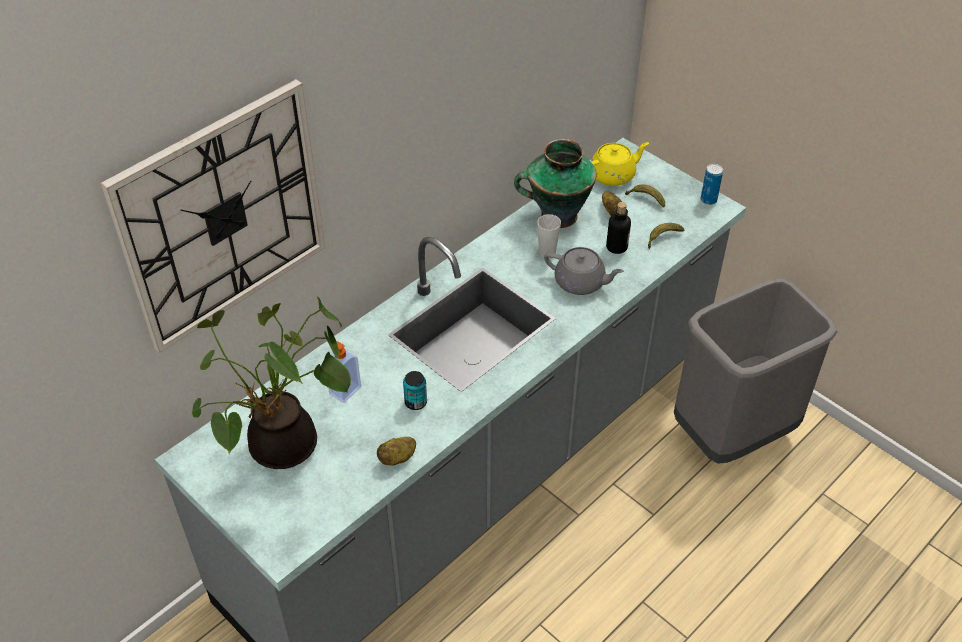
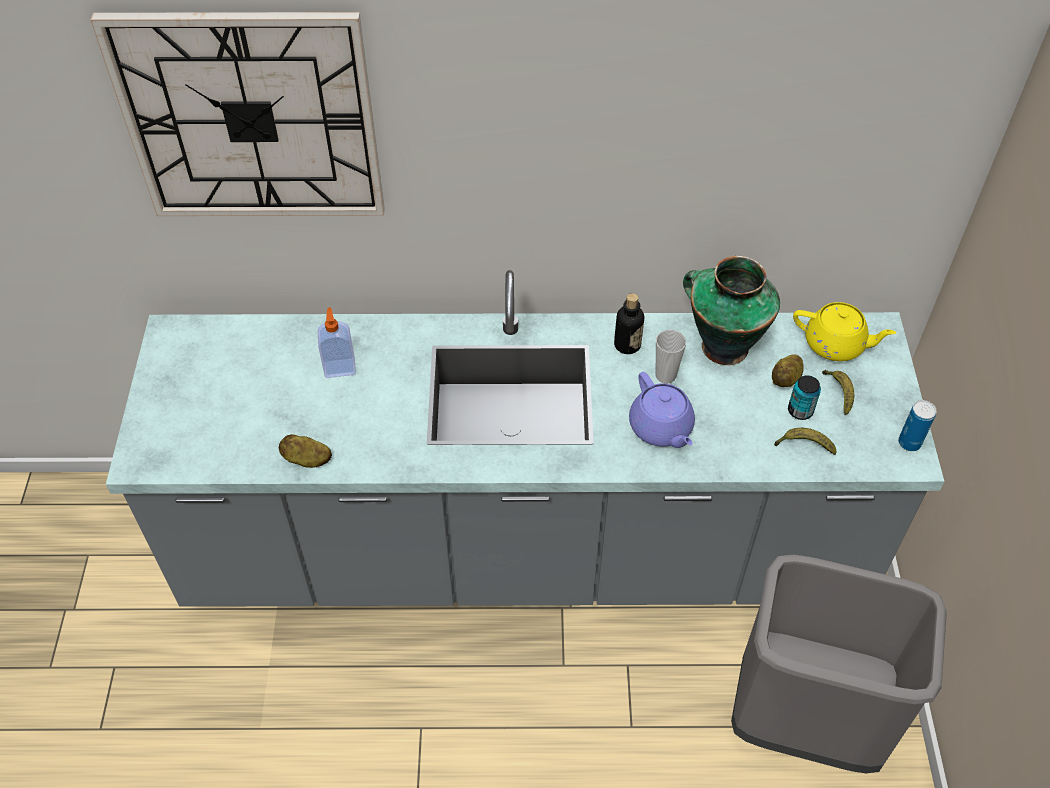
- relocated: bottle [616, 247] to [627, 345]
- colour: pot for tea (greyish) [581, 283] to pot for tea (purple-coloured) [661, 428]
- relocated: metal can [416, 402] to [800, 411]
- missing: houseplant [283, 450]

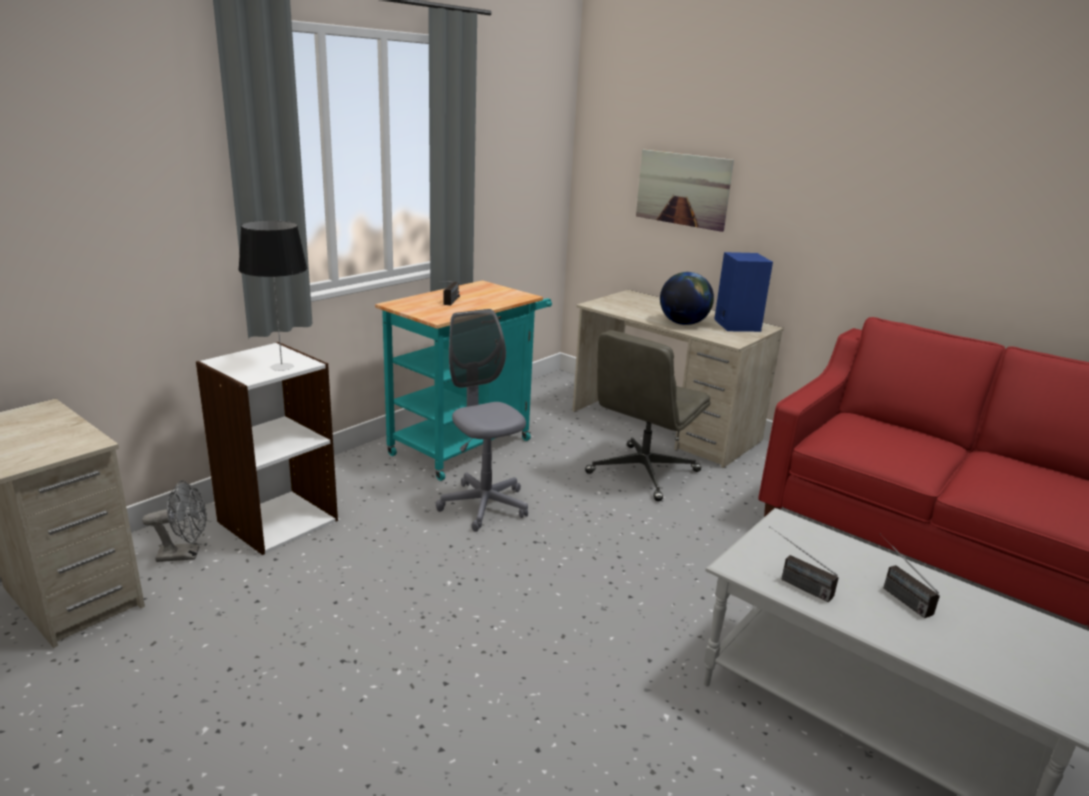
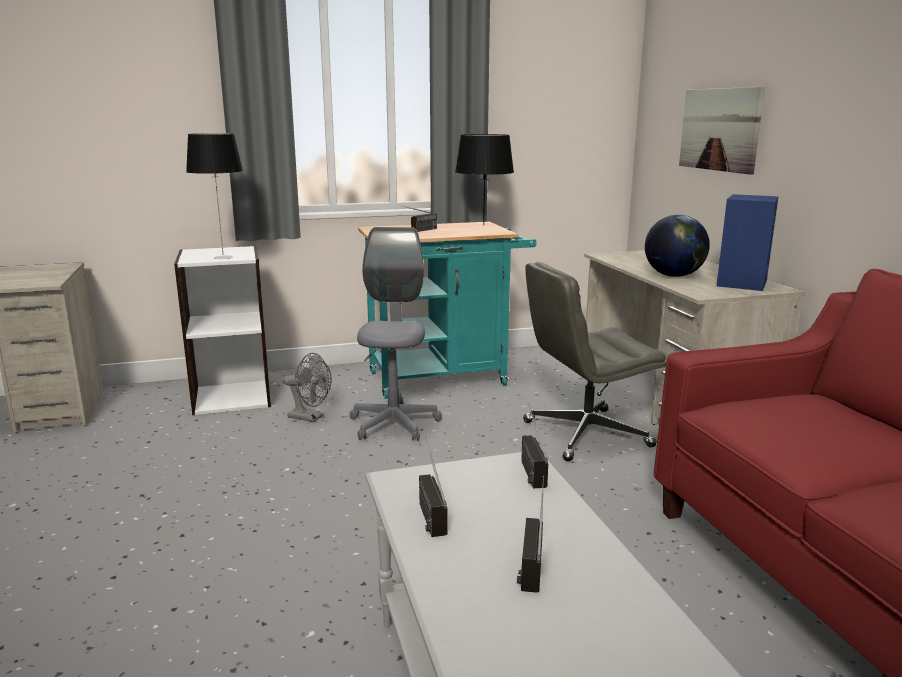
- relocated: cooling fan (greyish) [185, 554] to [310, 417]
- appeared: lamp for a table (black-coloured) [483, 225]
- appeared: radio receiver [528, 466]

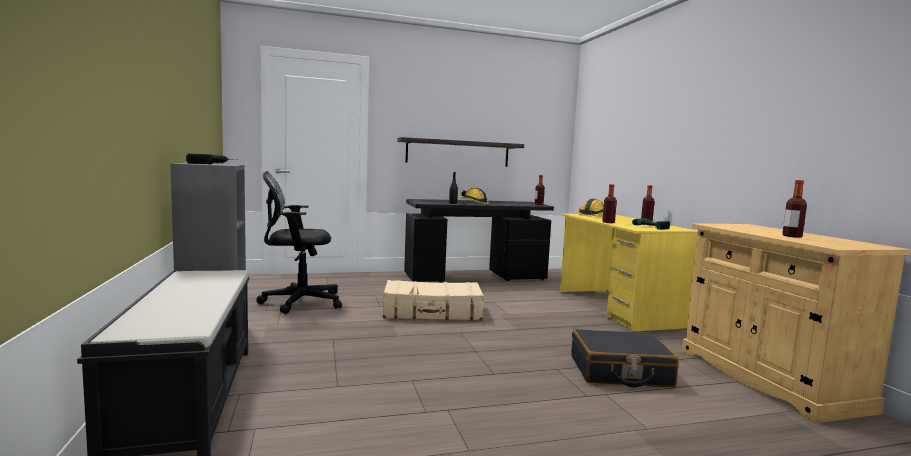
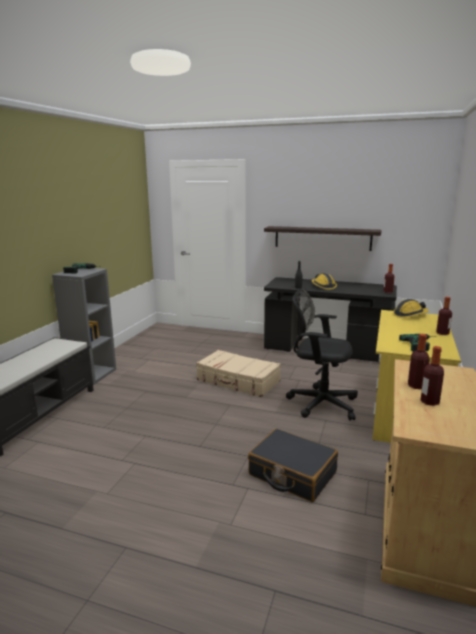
- relocated: desk chair (black-coloured) [298, 302] to [319, 403]
- relocated: bottle [608, 222] to [416, 386]

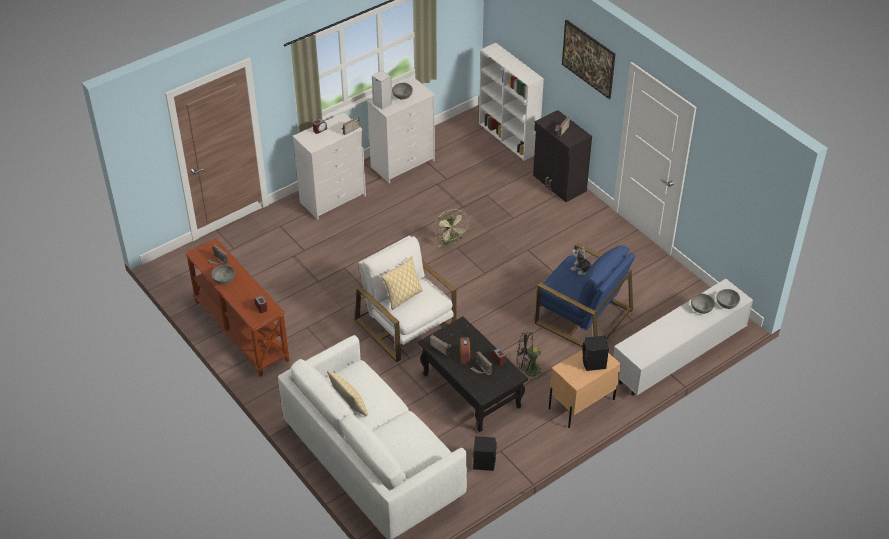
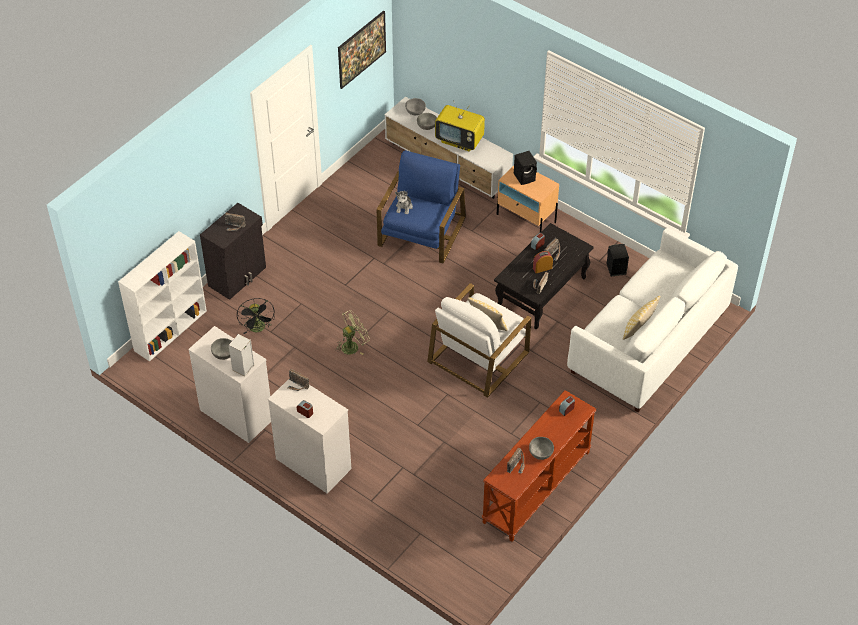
- relocated: cooling fan (black-coloured) [528, 370] to [258, 329]
- relocated: wall art [587, 70] to [362, 59]
- appeared: TV [460, 141]

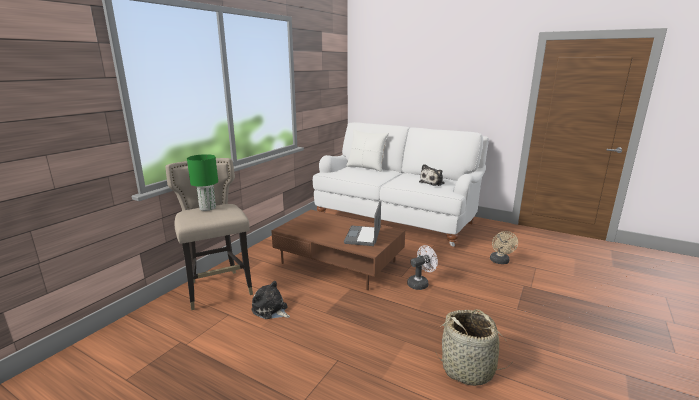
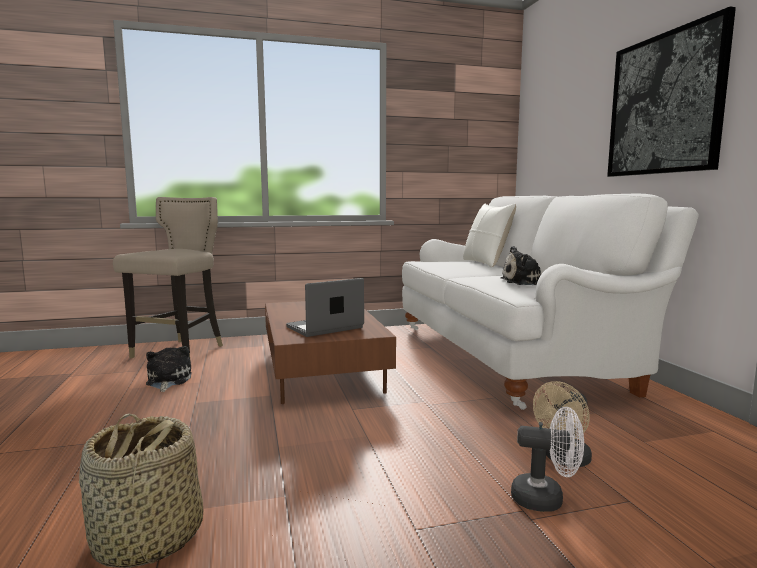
- relocated: cooling fan (white) [420, 283] to [546, 499]
- appeared: wall art [664, 104]
- missing: lamp for a table (greenish) [208, 208]

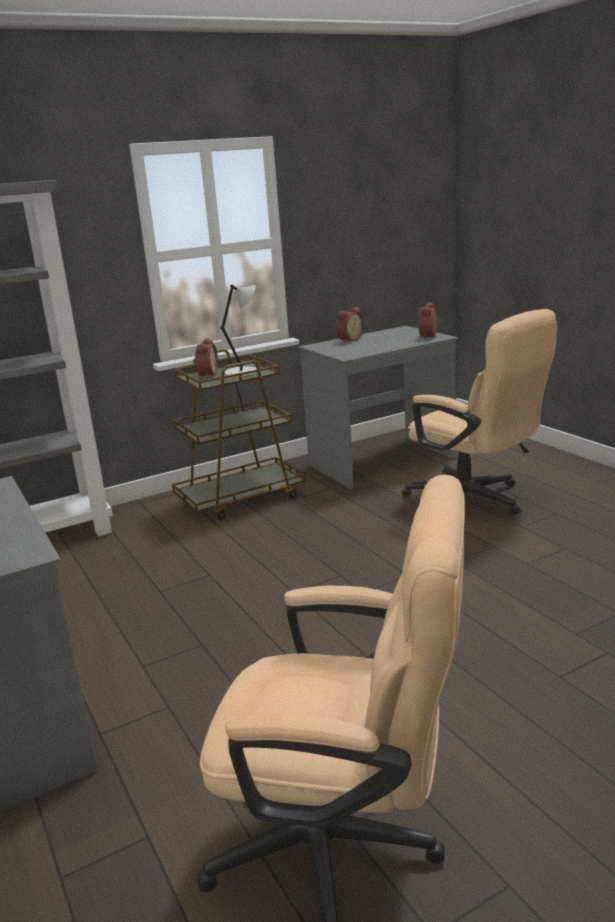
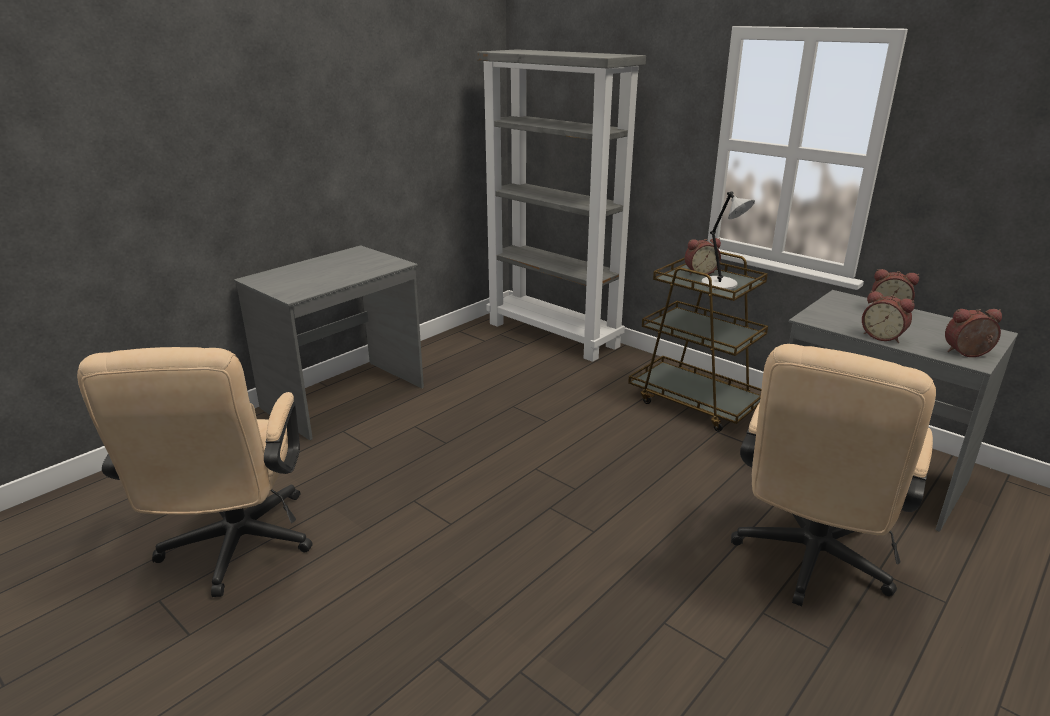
- appeared: bedside clock [882, 336]

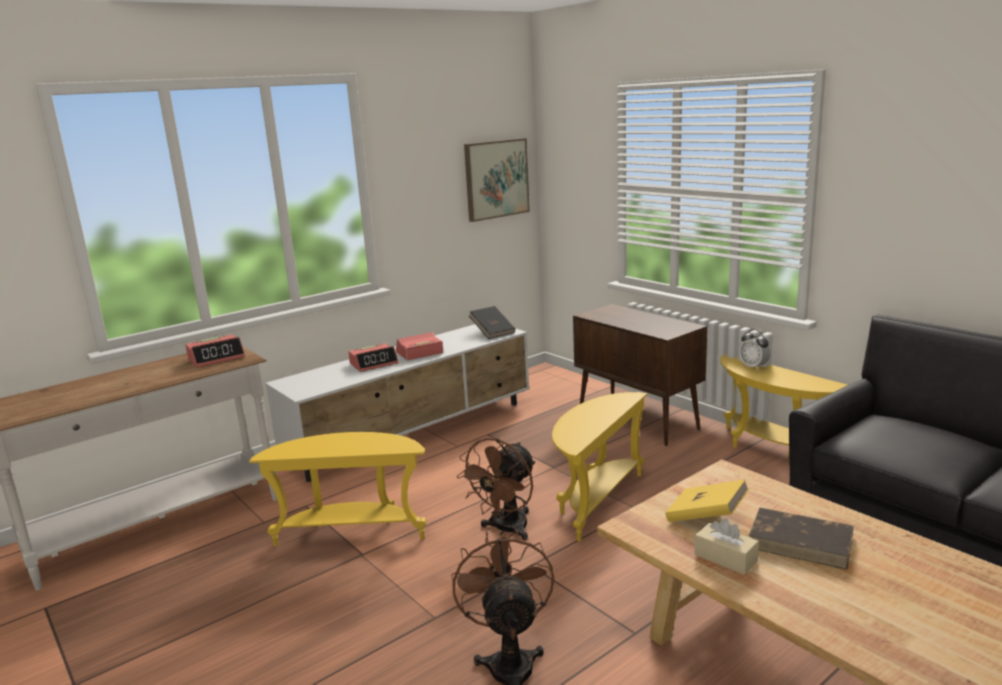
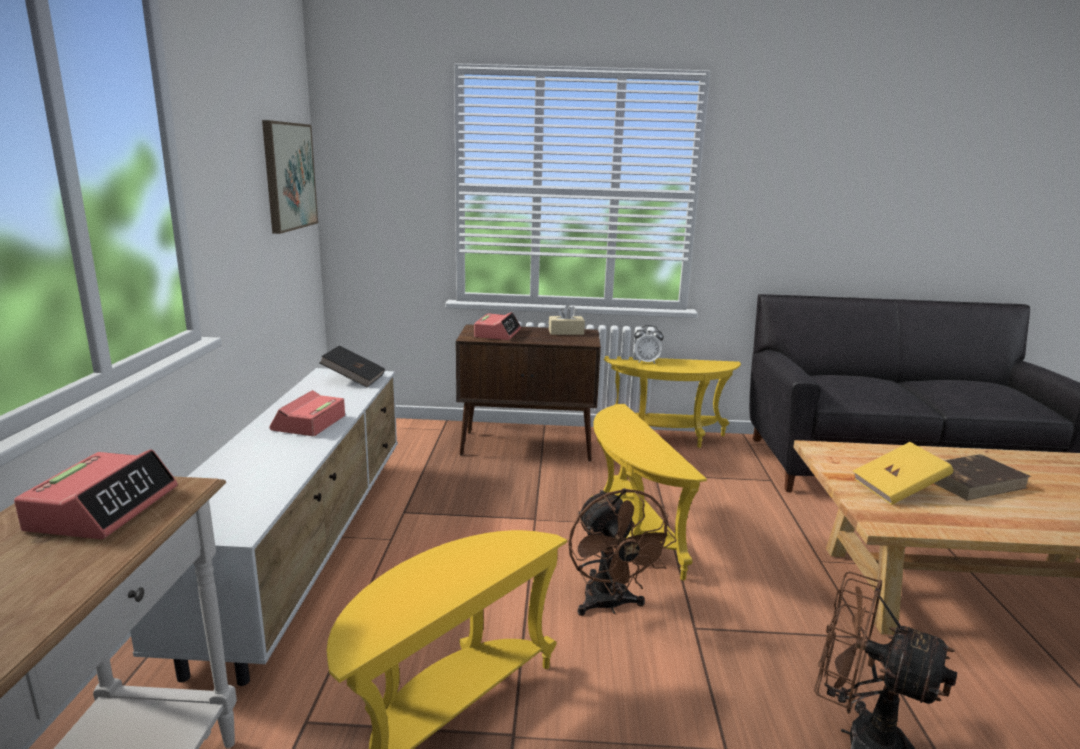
- relocated: bedside clock [374, 363] to [497, 333]
- relocated: box of tissues (beige) [725, 558] to [566, 332]

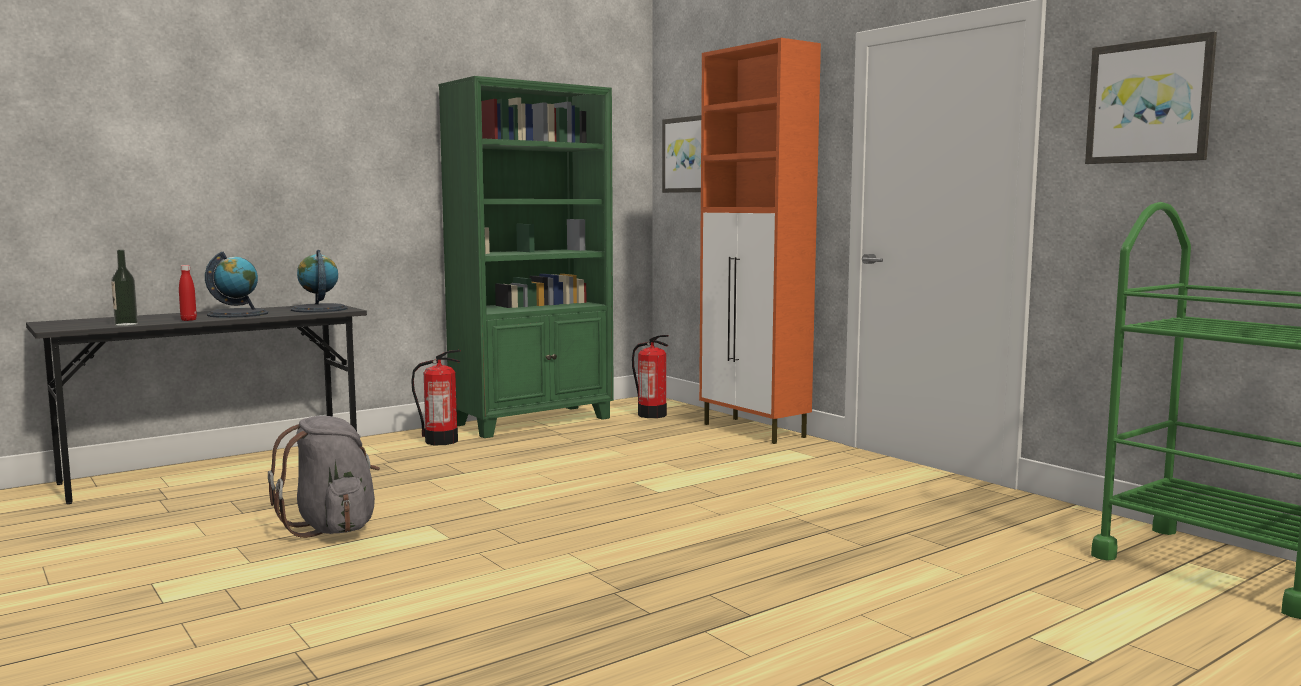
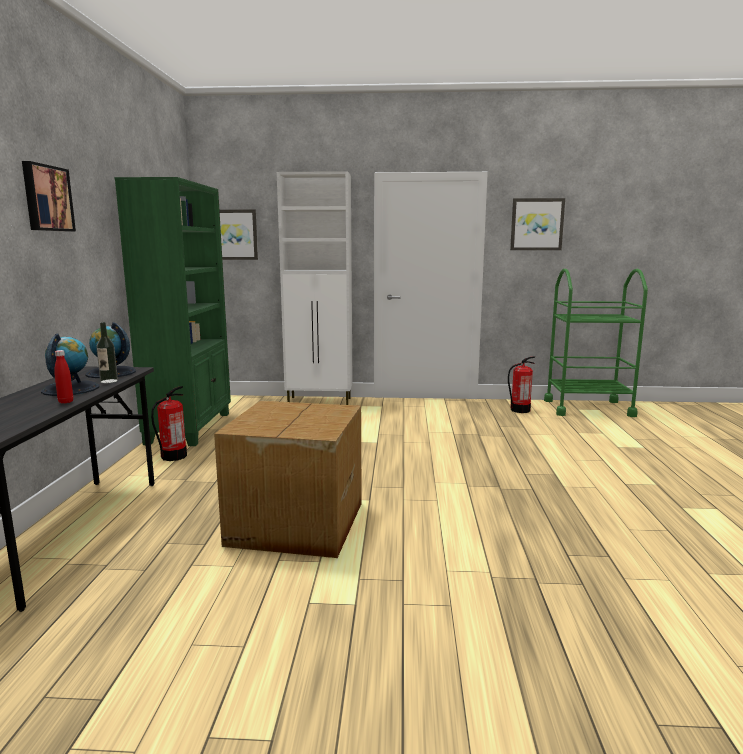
- appeared: wall art [46, 198]
- relocated: bottle [126, 324] to [109, 381]
- exchanged: backpack (greyish) [332, 528] to packing box [294, 524]
- colour: cupboard (orangey) [754, 431] to cupboard (white) [320, 401]
- relocated: fire extinguisher [652, 415] to [520, 410]

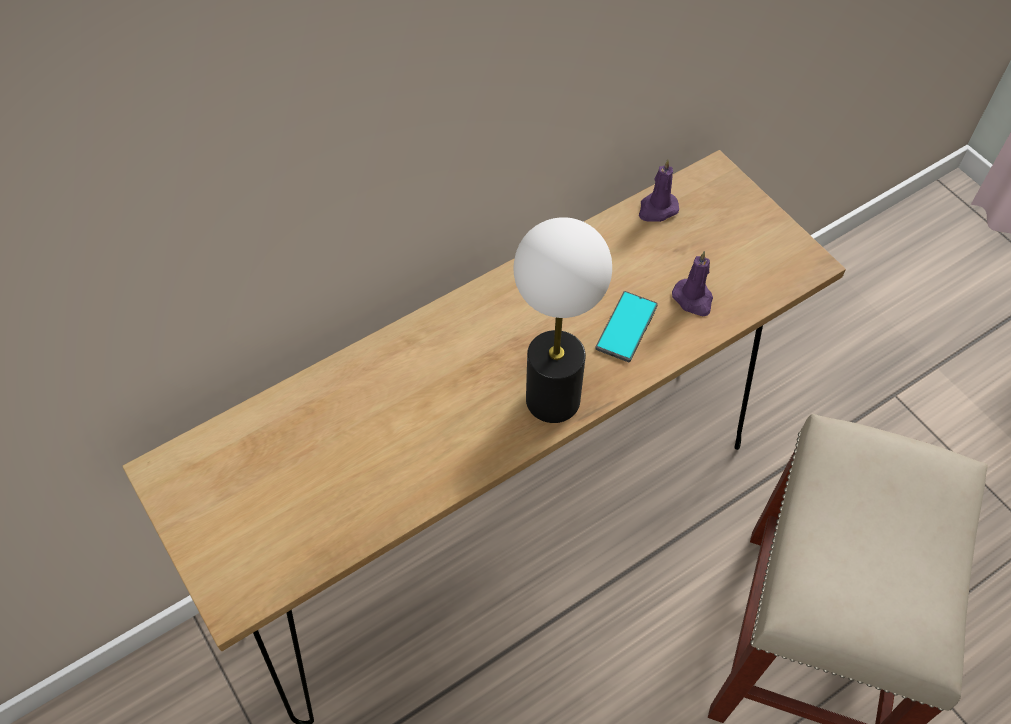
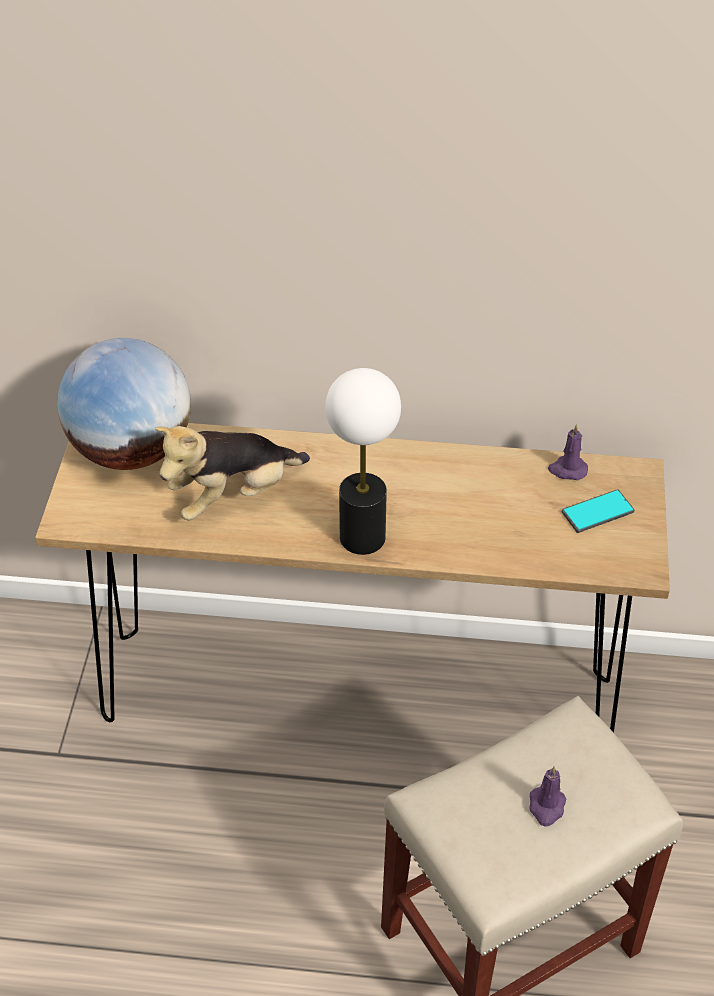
- appeared: desk globe [132, 450]
- appeared: plush toy [233, 495]
- relocated: candle (purple-coloured) [693, 299] to [546, 807]
- relocated: telephone [626, 327] to [597, 512]

